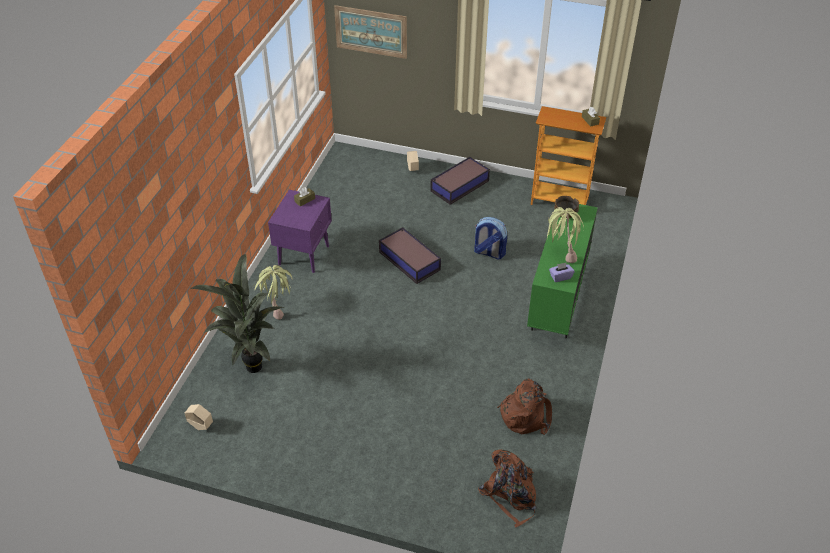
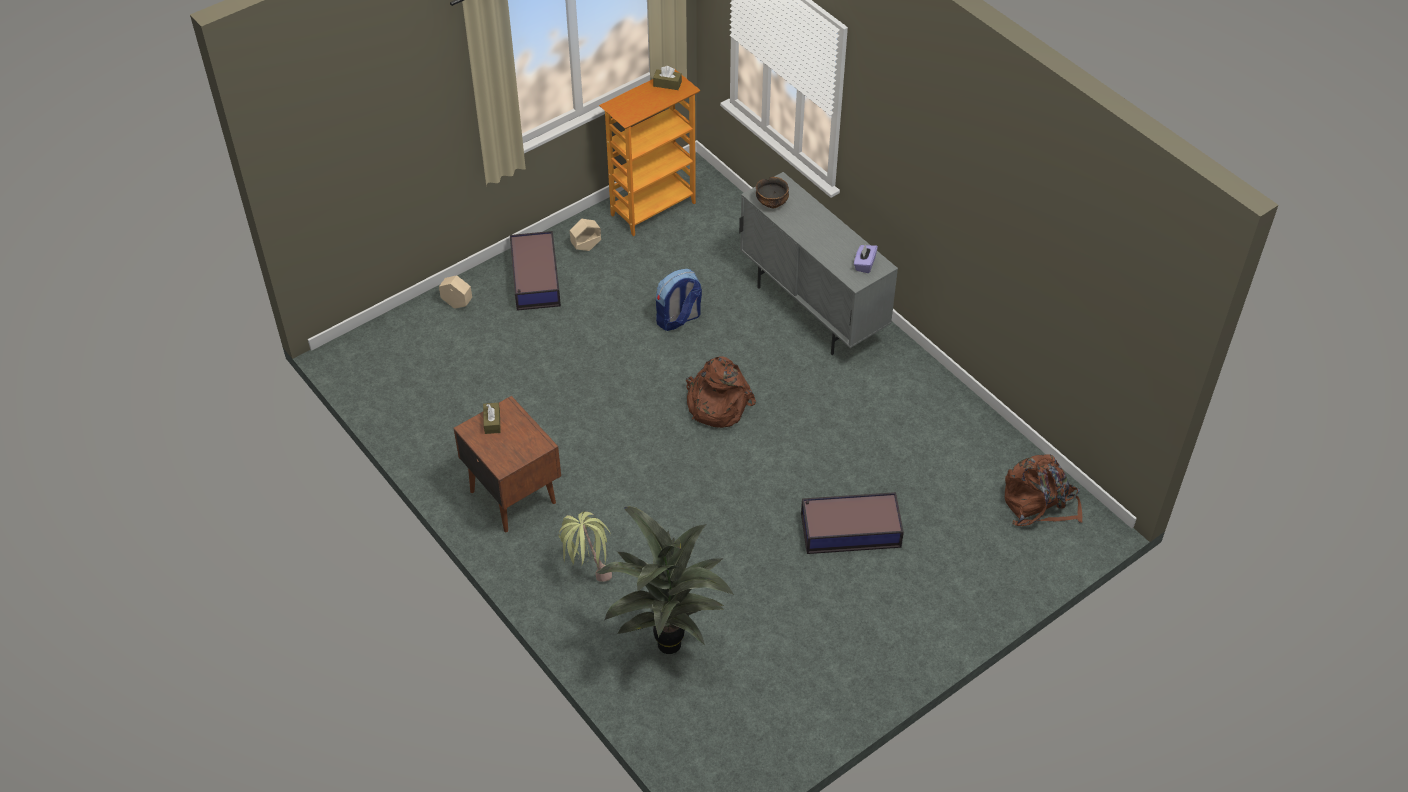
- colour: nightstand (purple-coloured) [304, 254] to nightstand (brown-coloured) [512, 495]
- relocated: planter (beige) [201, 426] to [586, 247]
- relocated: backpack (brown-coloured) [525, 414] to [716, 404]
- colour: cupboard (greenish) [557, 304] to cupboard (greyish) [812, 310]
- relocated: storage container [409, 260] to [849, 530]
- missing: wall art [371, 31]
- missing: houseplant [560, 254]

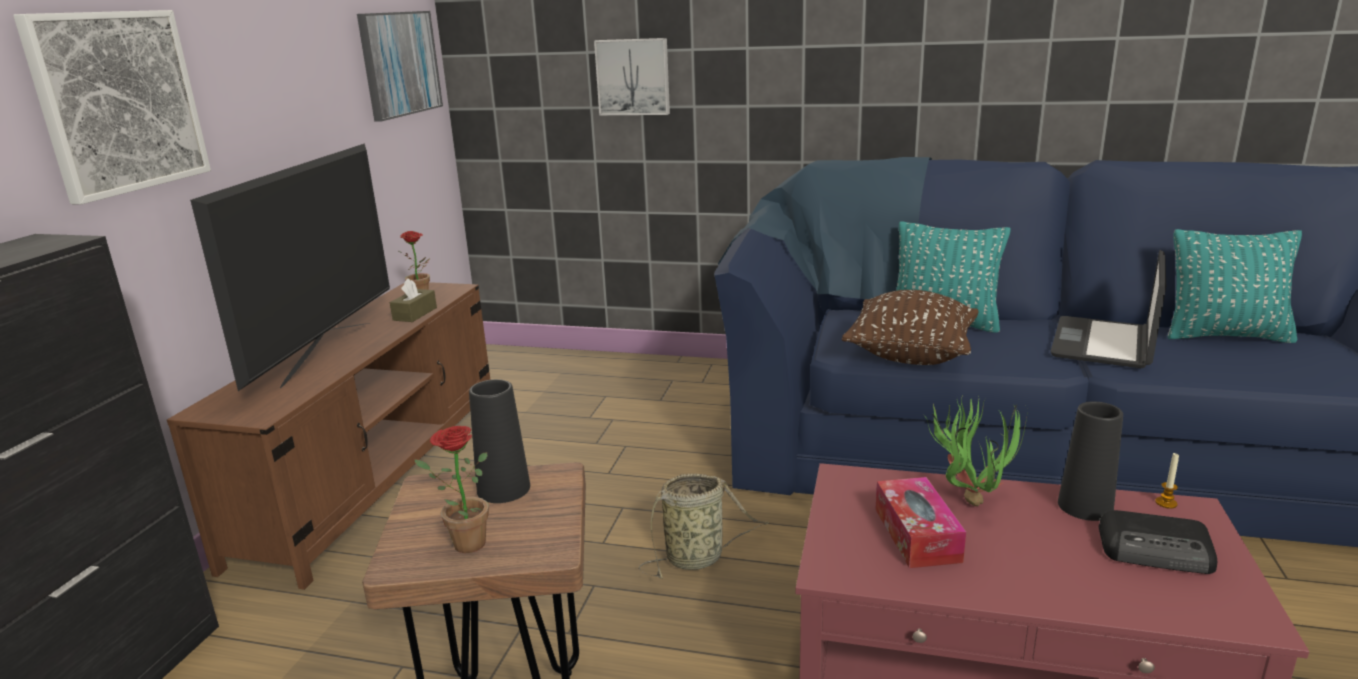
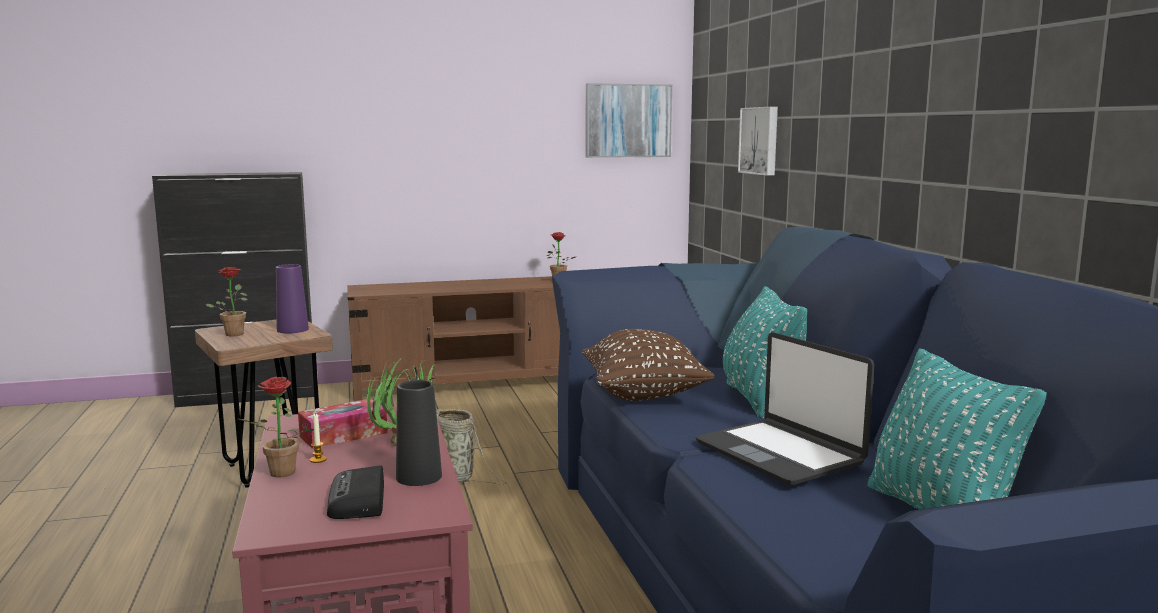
- appeared: houseplant [278, 474]
- colour: vase (black-coloured) [503, 489] to vase (purple-coloured) [292, 330]
- relocated: candle [1166, 503] to [318, 460]
- spun: notebook computer [1104, 344] = [780, 453] 120 degrees counterclockwise
- missing: wall art [119, 102]
- missing: TV [326, 352]
- missing: box of tissues (brown-coloured) [415, 314]

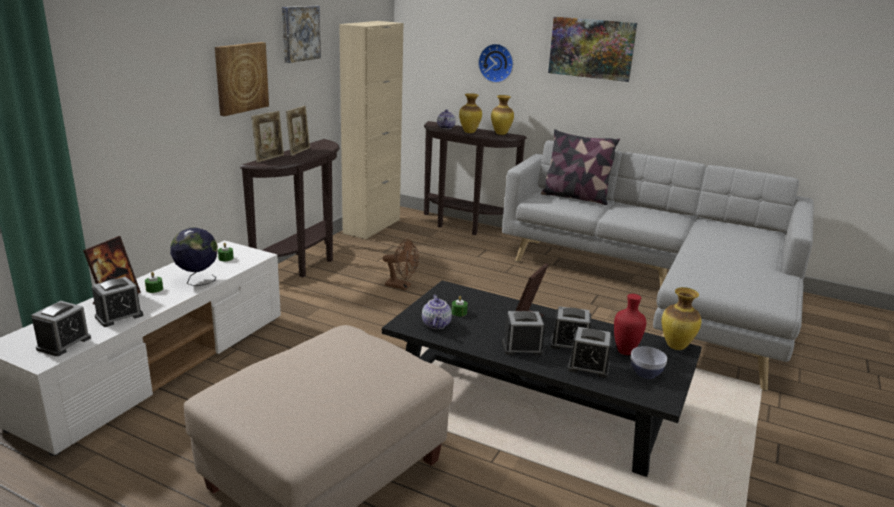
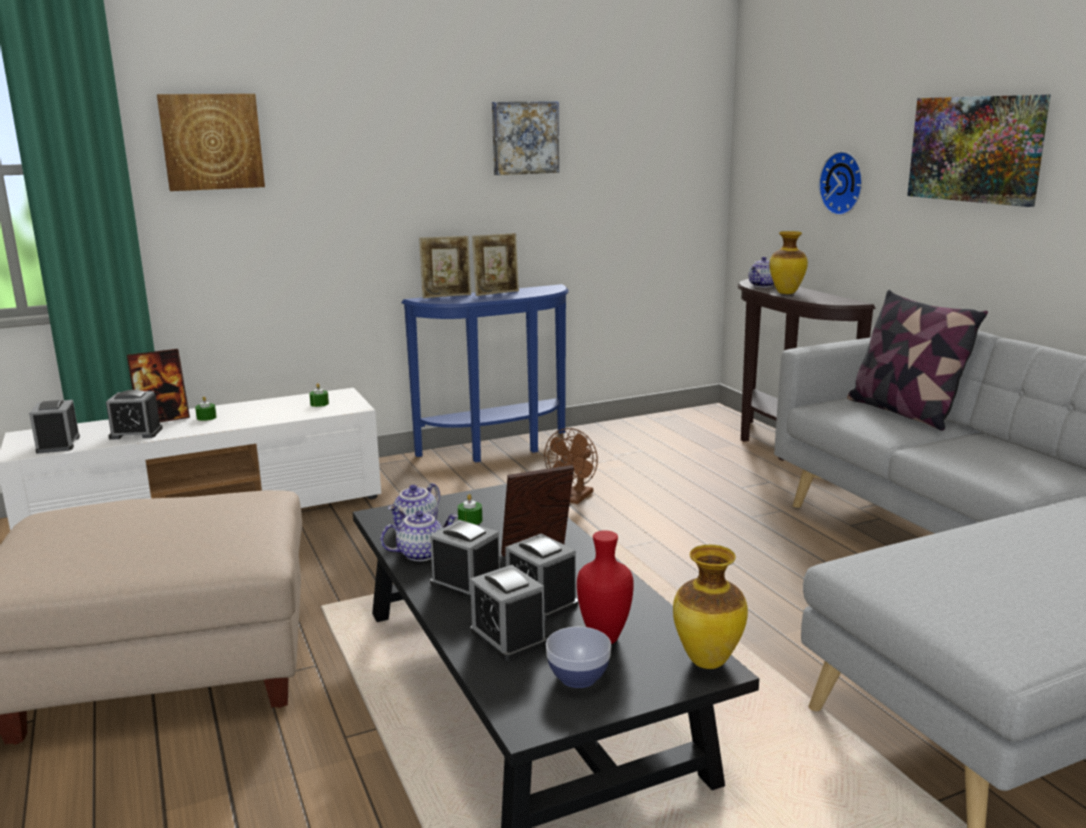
- spun: bedside clock [64, 343] = [58, 444] 105 degrees clockwise
- relocated: wall art [241, 78] to [212, 142]
- appeared: pot for tea [421, 553]
- colour: console table (brown-coloured) [304, 264] to console table (blue-coloured) [499, 449]
- spun: cooling fan (brown-coloured) [402, 286] = [574, 499] 60 degrees clockwise
- missing: desk globe [197, 281]
- missing: cupboard (beige) [372, 226]
- missing: vase [500, 134]

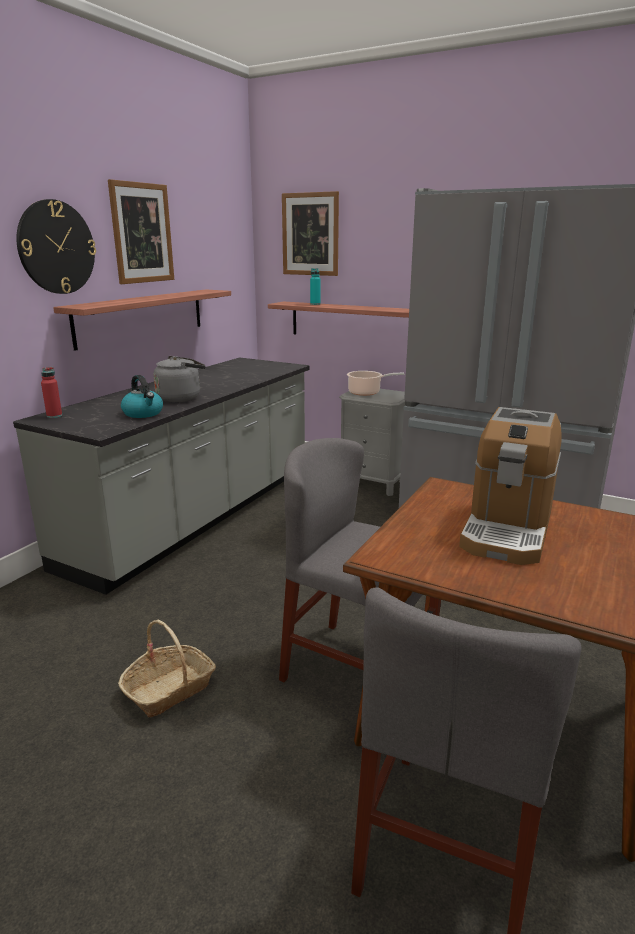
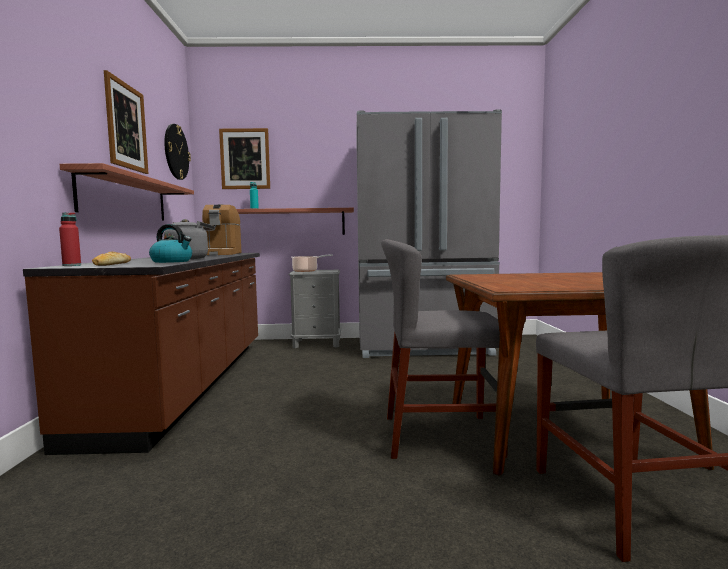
- colour: kitchen counter (greyish) [197, 516] to kitchen counter (brown-coloured) [188, 384]
- appeared: baked bread [113, 264]
- relocated: wall clock [56, 247] to [176, 152]
- relocated: coffee machine [507, 529] to [220, 254]
- missing: basket [169, 689]

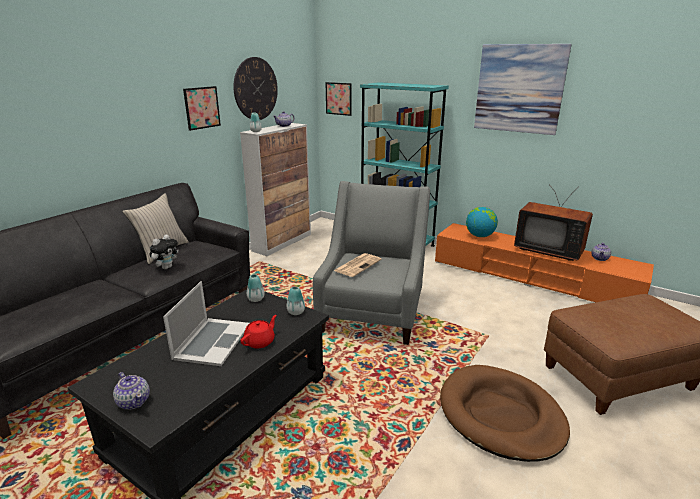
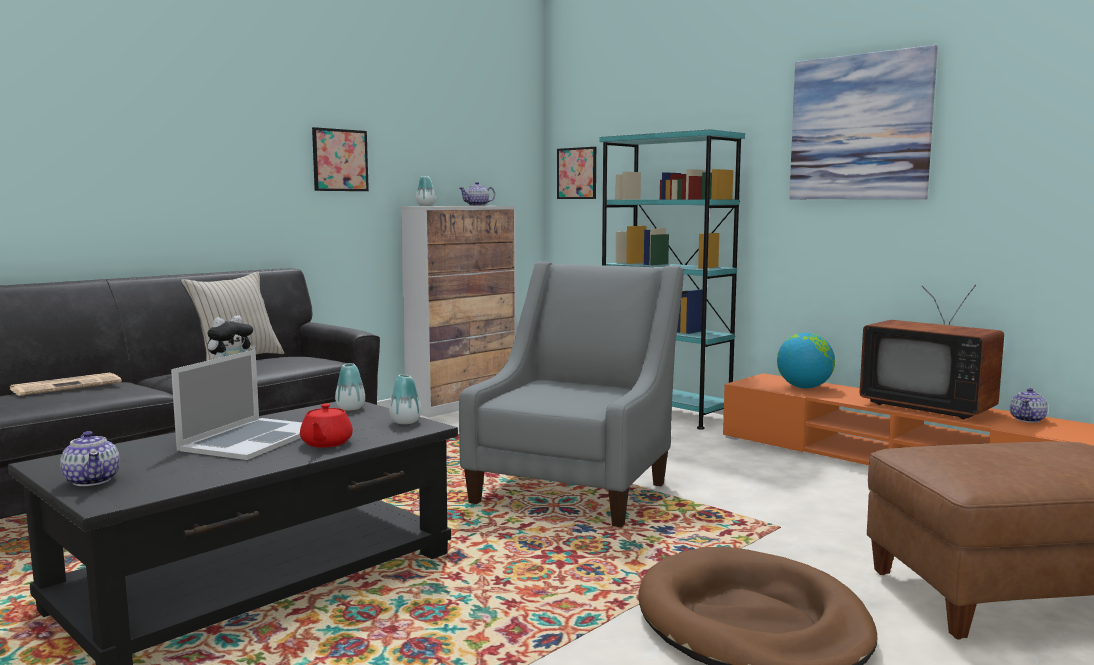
- relocated: printed paper [358, 265] to [67, 386]
- spun: pot for tea (reddish) [260, 342] = [326, 443] 135 degrees clockwise
- missing: wall clock [255, 89]

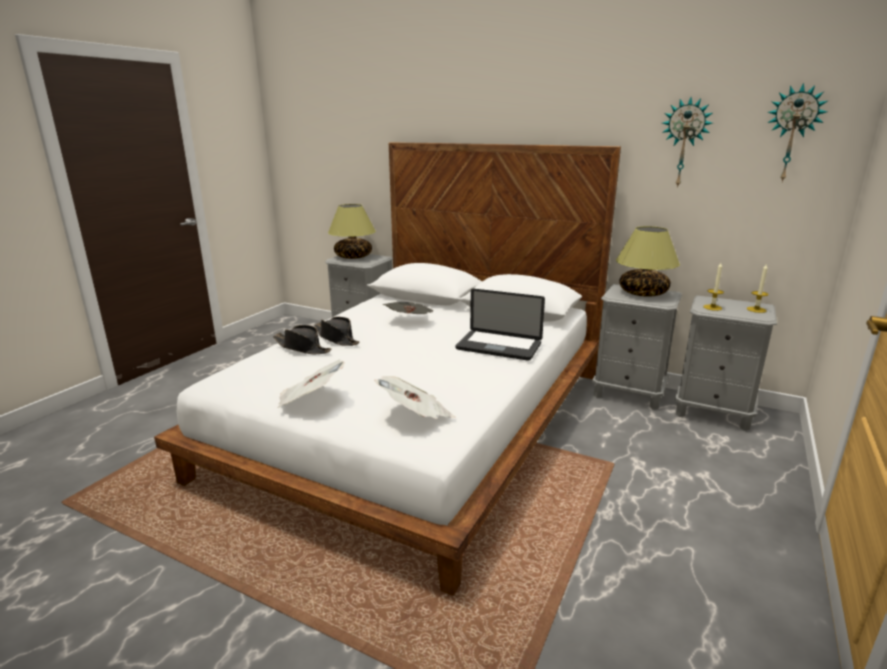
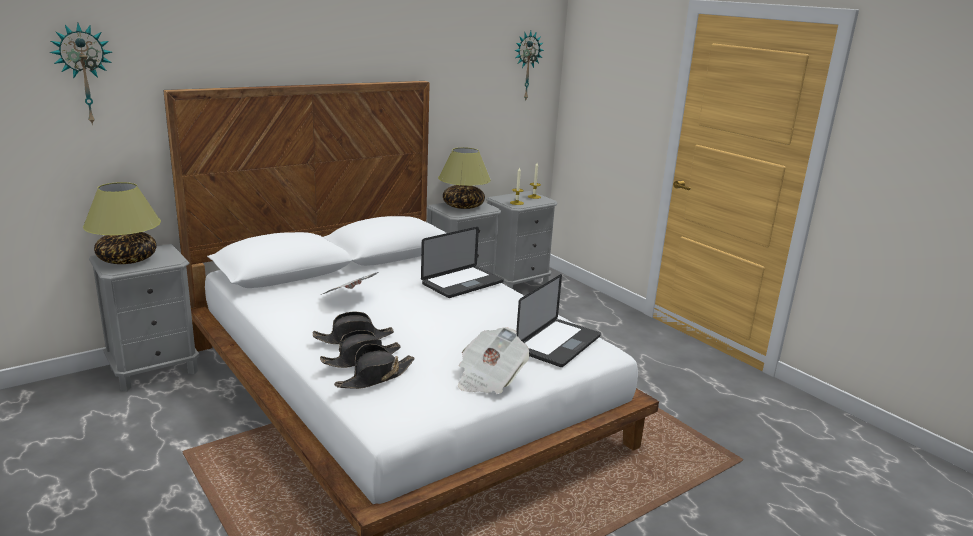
- relocated: wall clock [684, 143] to [84, 74]
- appeared: hat (black-coloured) [375, 377]
- exchanged: printed paper [416, 416] to notebook computer [558, 344]

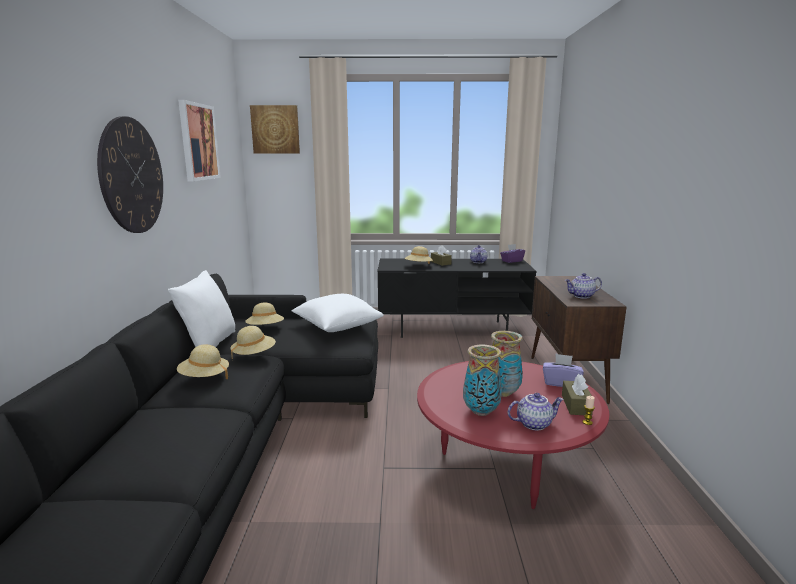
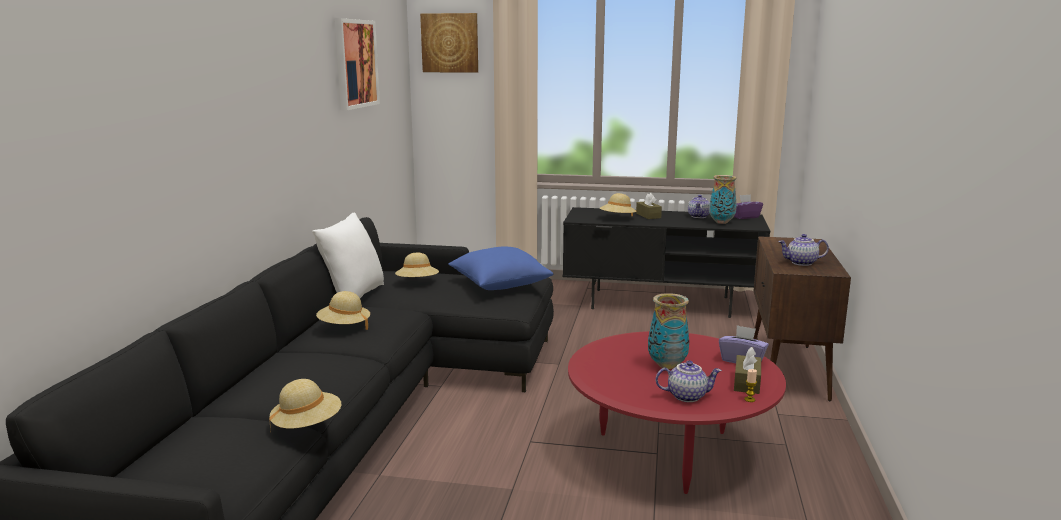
- relocated: hat (beige) [254, 355] to [307, 425]
- colour: cushion (white) [337, 326] to cushion (blue-coloured) [499, 285]
- relocated: vase [481, 411] to [722, 222]
- missing: wall clock [132, 176]

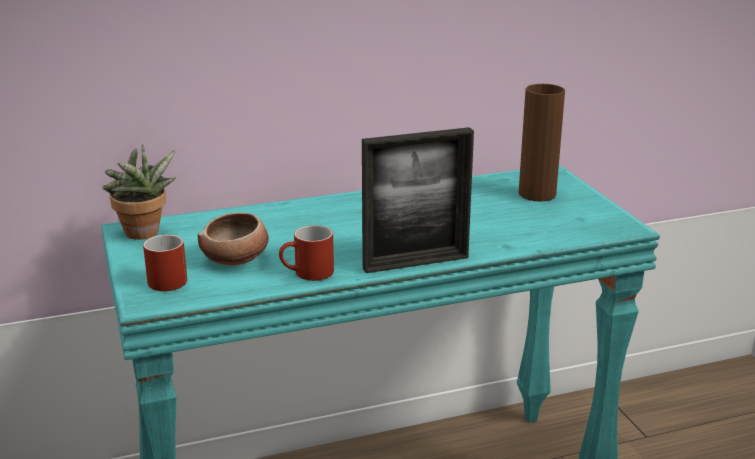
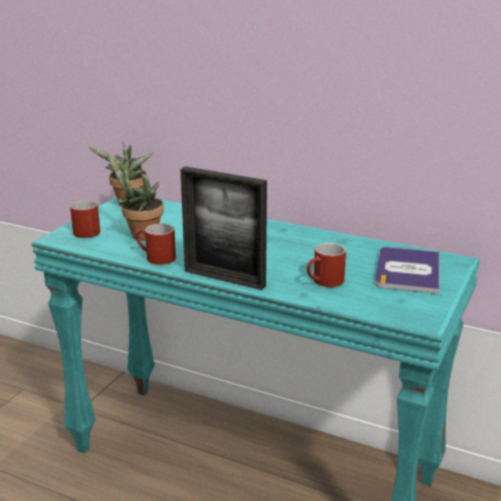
- exchanged: bowl [237, 259] to houseplant [140, 235]
- appeared: coffee mug (reddish) [324, 282]
- exchanged: vase (brown-coloured) [537, 194] to book [407, 271]

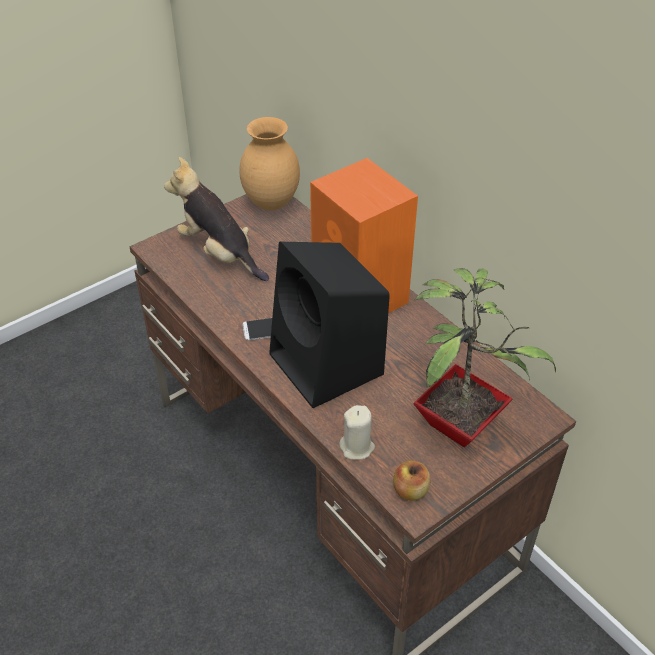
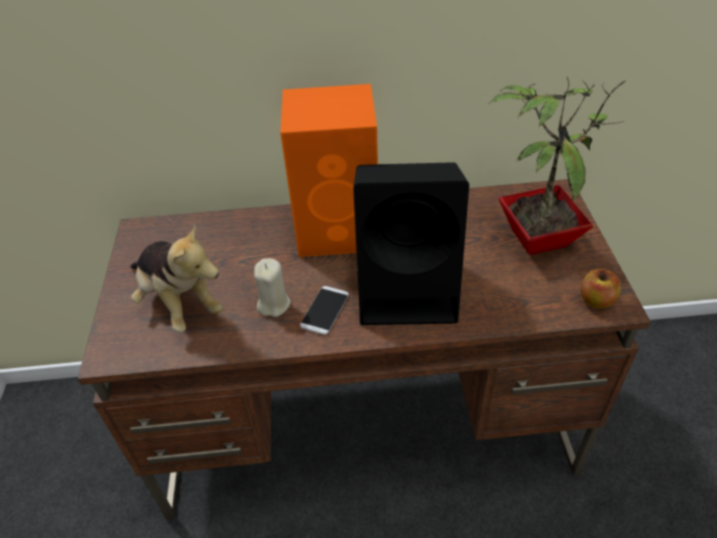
- spun: plush toy [219, 253] = [178, 303] 120 degrees counterclockwise
- relocated: candle (beige) [357, 447] to [273, 304]
- missing: vase (brown-coloured) [271, 204]

